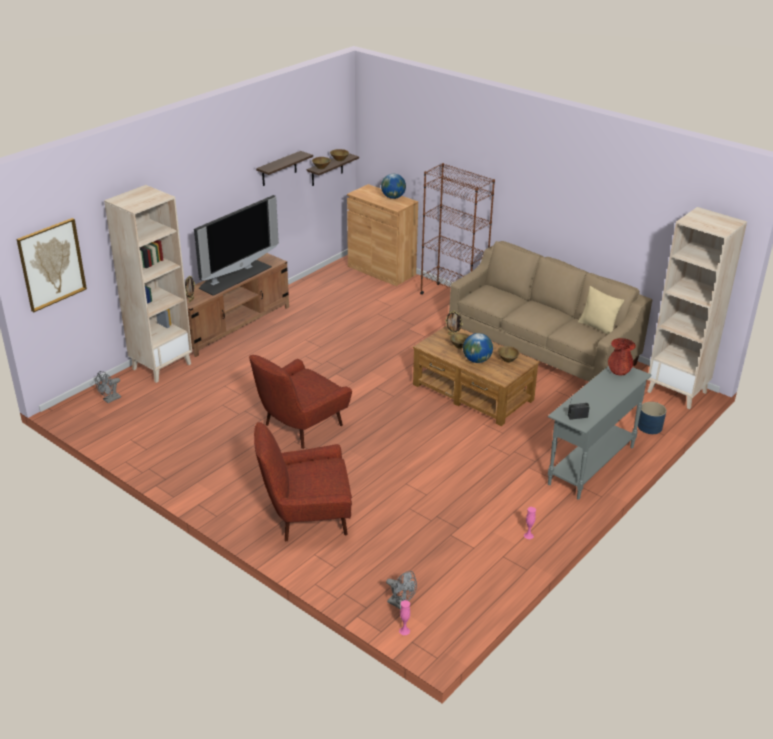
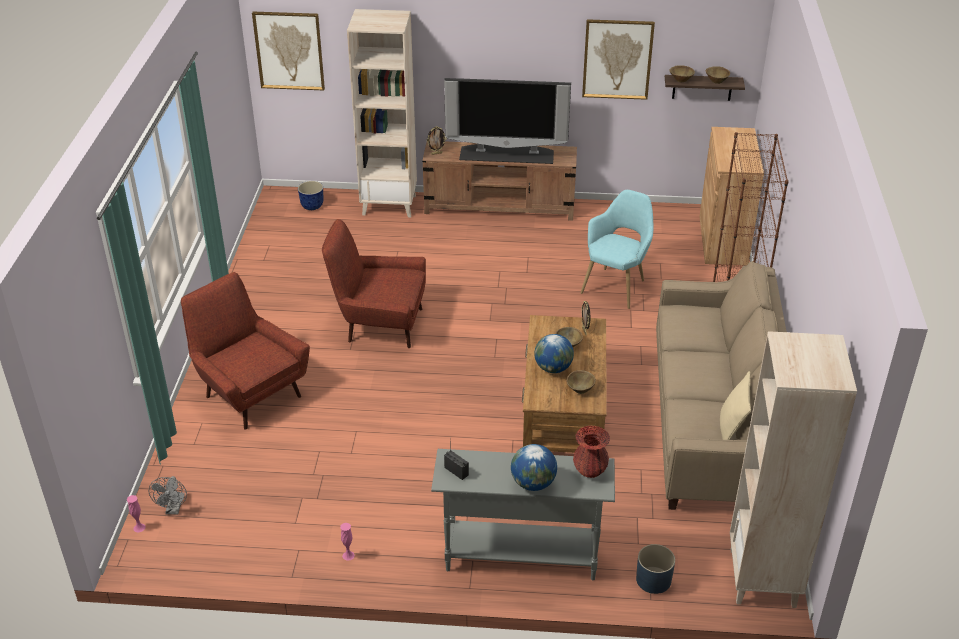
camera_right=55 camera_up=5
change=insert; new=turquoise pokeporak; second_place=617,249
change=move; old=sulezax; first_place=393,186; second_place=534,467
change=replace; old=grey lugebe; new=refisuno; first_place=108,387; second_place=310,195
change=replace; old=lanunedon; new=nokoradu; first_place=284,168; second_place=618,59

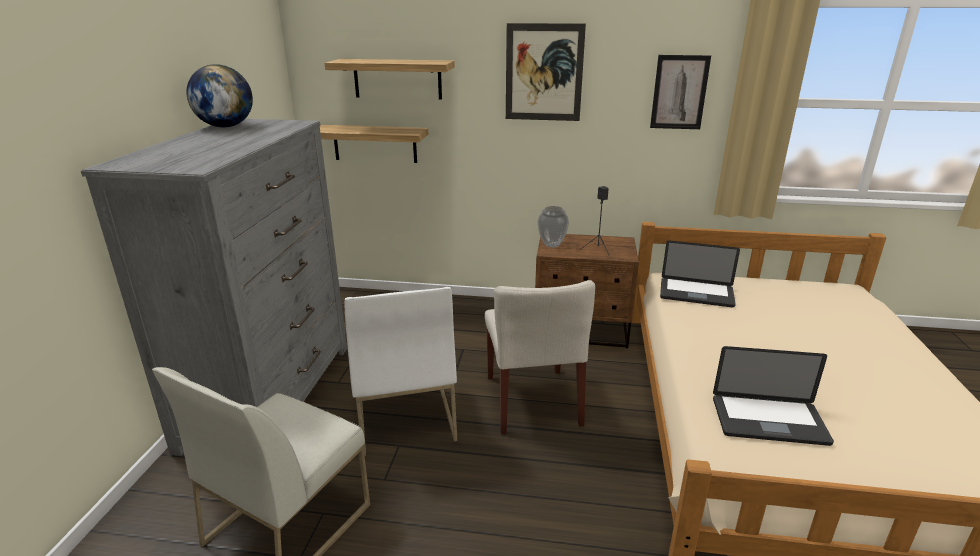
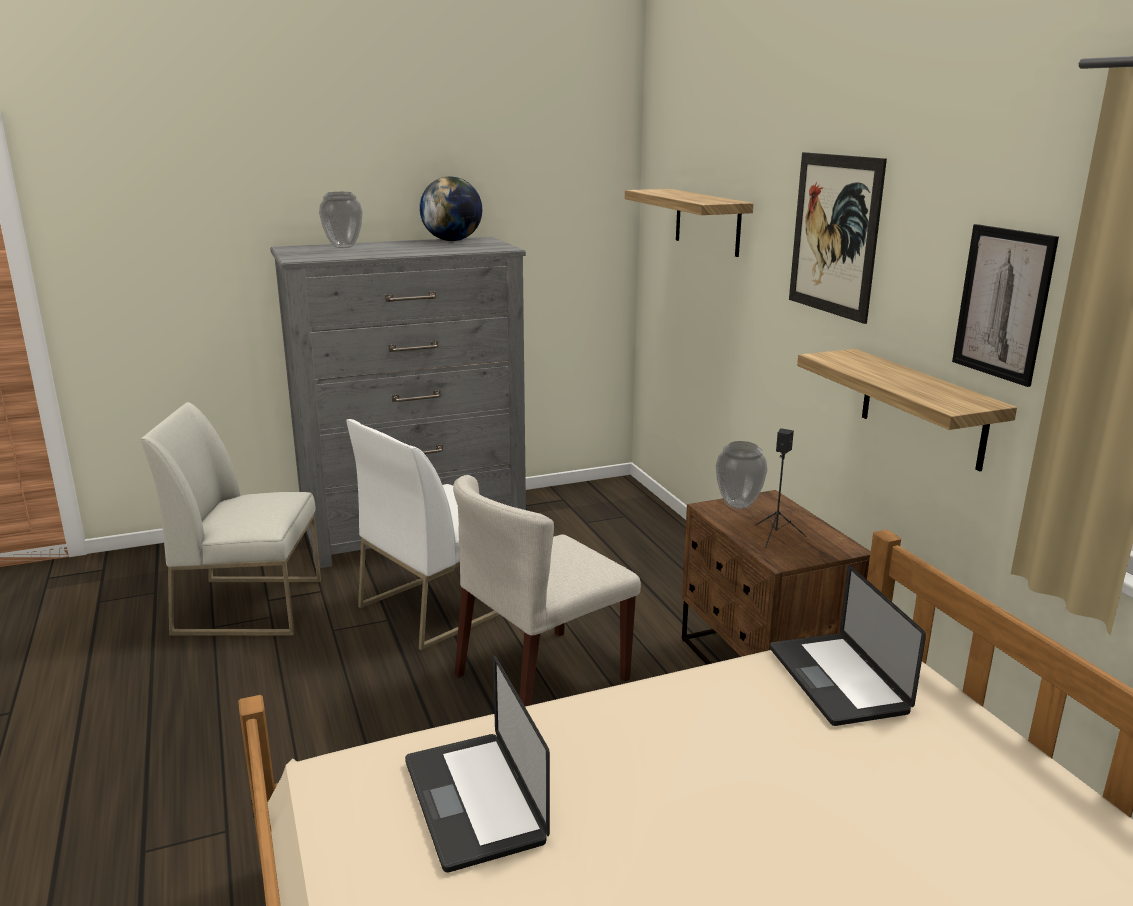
camera_right=60 camera_up=-5
change=insert; new=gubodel; second_place=341,220
change=move; old=lanunedon; first_place=374,144; second_place=907,410

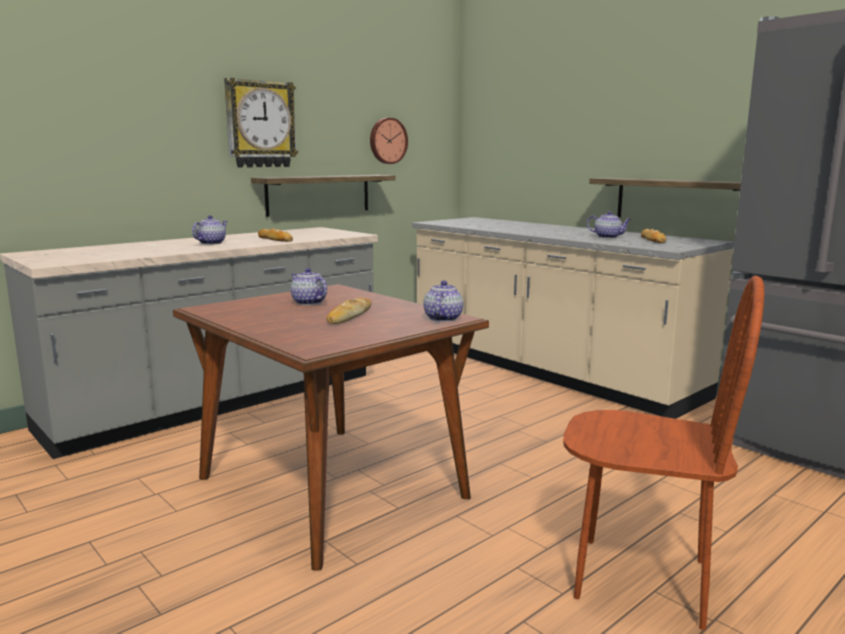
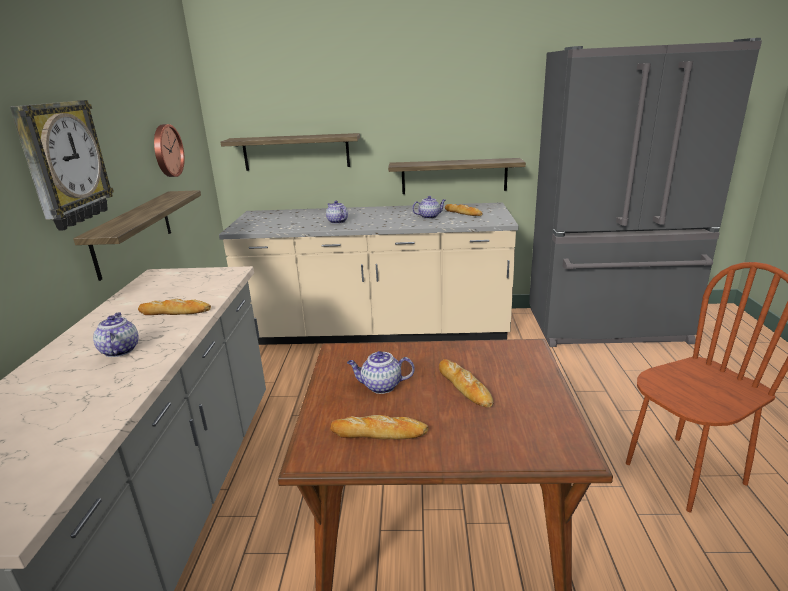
camera_right=-45 camera_up=10
change=insert; new=lanunedon; second_place=290,152
change=insert; new=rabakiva; second_place=379,427
change=move; old=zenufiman; first_place=443,301; second_place=337,212

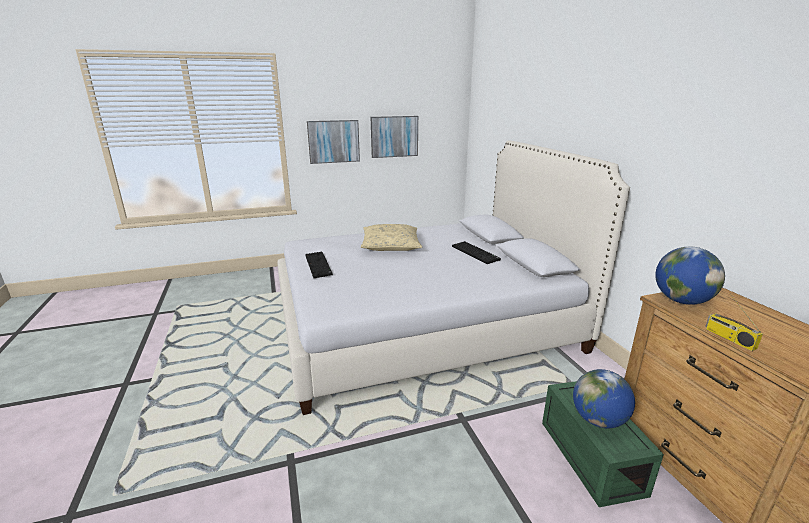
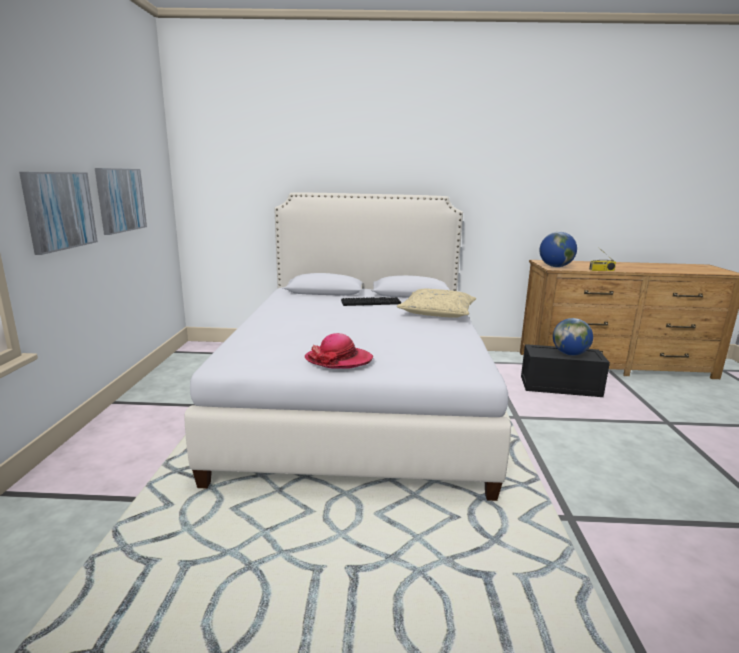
camera_right=-70 camera_up=-5
change=move; old=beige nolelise; first_place=391,237; second_place=436,303
change=replace; old=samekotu; new=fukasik; first_place=319,264; second_place=339,351
change=recolor; old=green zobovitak; new=black zobovitak; first_place=603,444; second_place=565,370

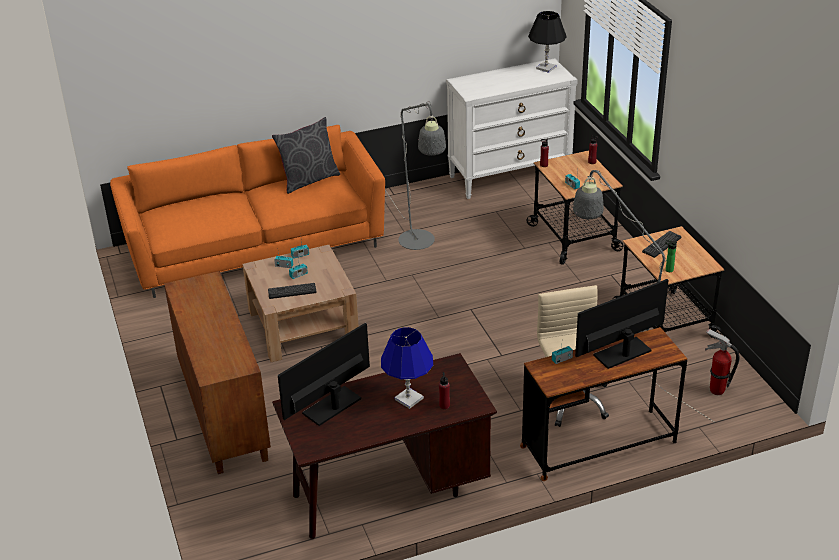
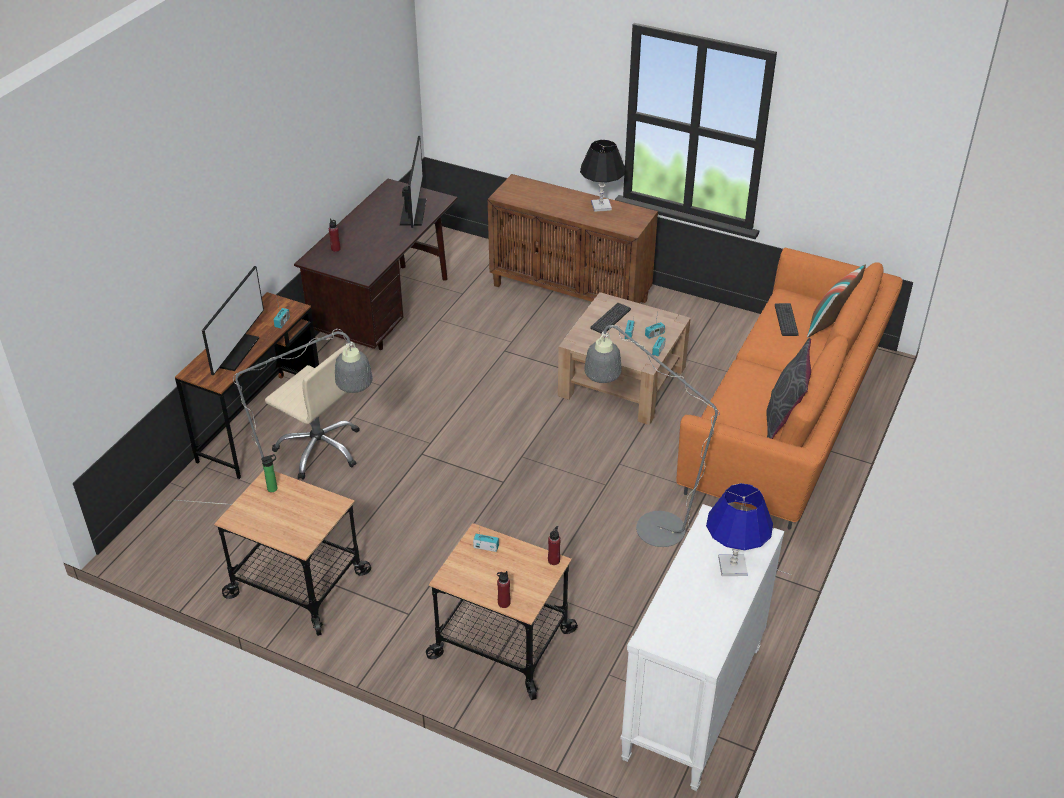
camera_right=135 camera_up=5
change=delete; old=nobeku; first_place=722,362
change=insert; new=nolelise; second_place=836,301
change=move; old=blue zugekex; first_place=407,368; second_place=739,529
change=move; old=black zugekex; first_place=547,42; second_place=602,176
change=move; old=samekotu; first_place=662,244; second_place=787,319

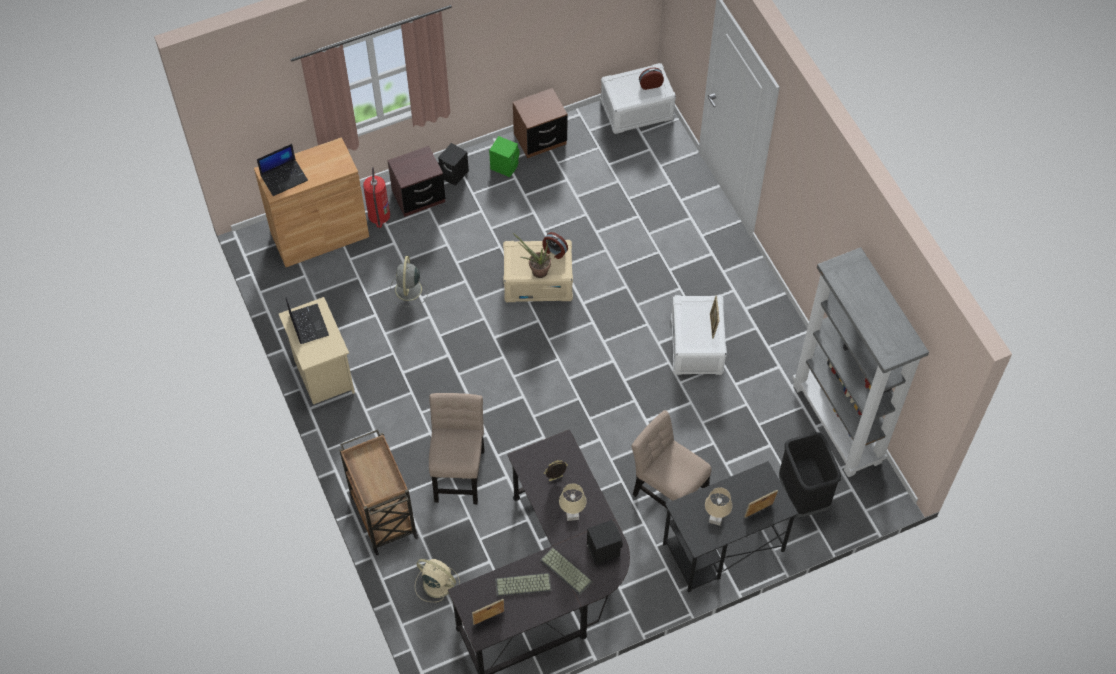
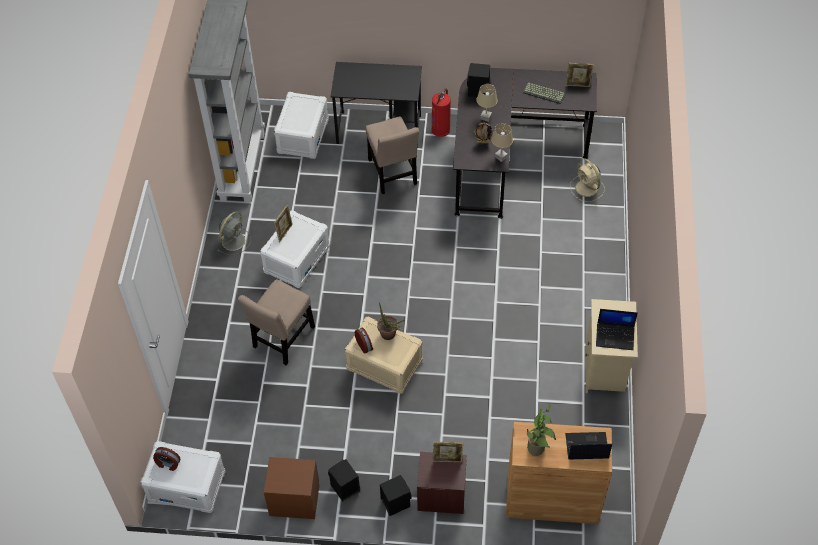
camera_right=-150 camera_up=-5
change=delete; old=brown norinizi; first_place=379,492
change=delete; old=samekotu; first_place=566,571
change=insert; new=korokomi; second_place=541,430
change=move; old=nobeku; first_place=376,197; second_place=441,112
change=move; old=grey lugebe; first_place=408,281; second_place=234,233
change=move; old=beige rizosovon; first_place=456,448; second_place=276,322
change=move; old=beige zugekex; first_place=718,506; second_place=502,142
change=move; old=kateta; first_place=761,504; second_place=447,452
change=replace; old=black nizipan; new=white zobovitak; first_place=810,474; second_place=301,125
change=recolor; old=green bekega; new=black bekega; first_place=504,156; second_place=344,480
change=rotate; old=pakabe; first_place=307,321; second_place=617,329; degrees=-90

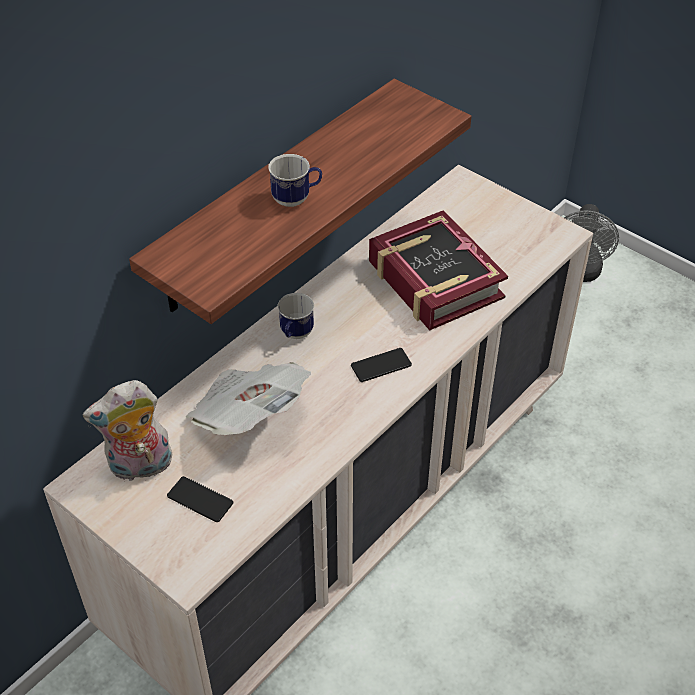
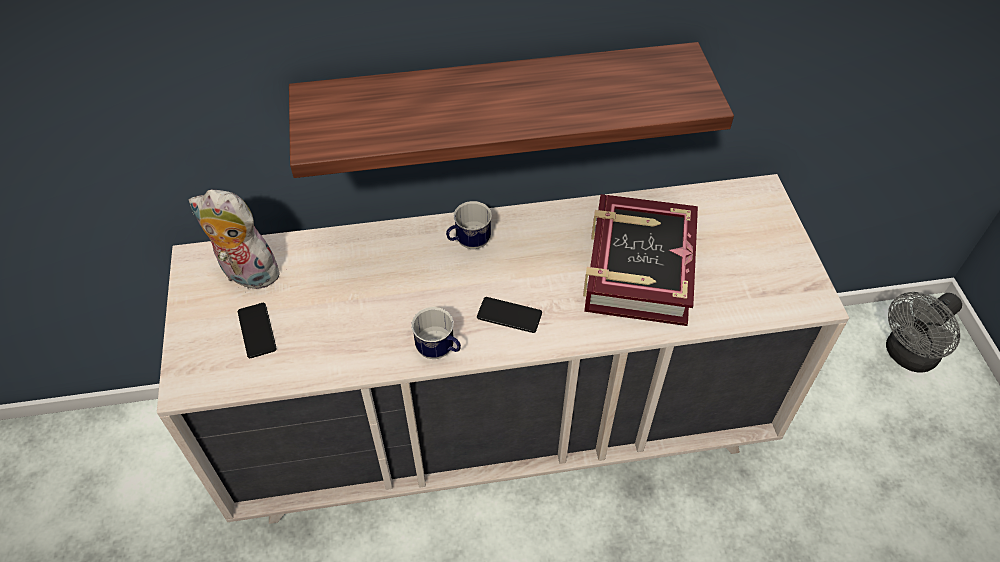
camera_right=40 camera_up=5
change=delete; old=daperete; first_place=248,398
change=move; old=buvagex; first_place=295,180; second_place=436,333

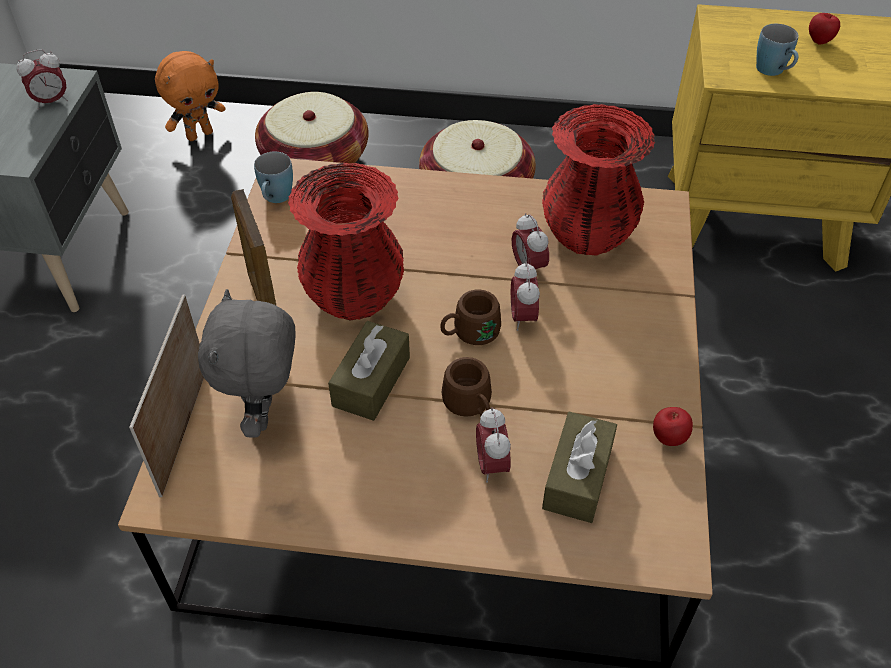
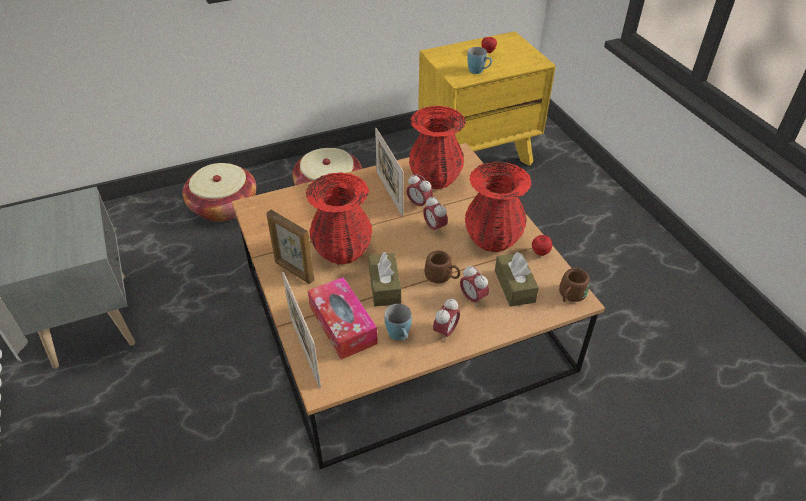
camera_right=-30 camera_up=-5
change=delete; old=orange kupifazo; first_place=190,96
change=insert; new=kateta; second_place=389,172
change=insert; new=red gubodel; second_place=498,206
change=move; old=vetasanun; first_place=42,79; second_place=446,319
change=move; old=blue buvagex; first_place=273,177; second_place=398,322
change=move; old=brown buvagex; first_place=470,317; second_place=574,285
change=replace; old=grey kupifazo; new=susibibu; first_place=246,363; second_place=343,318

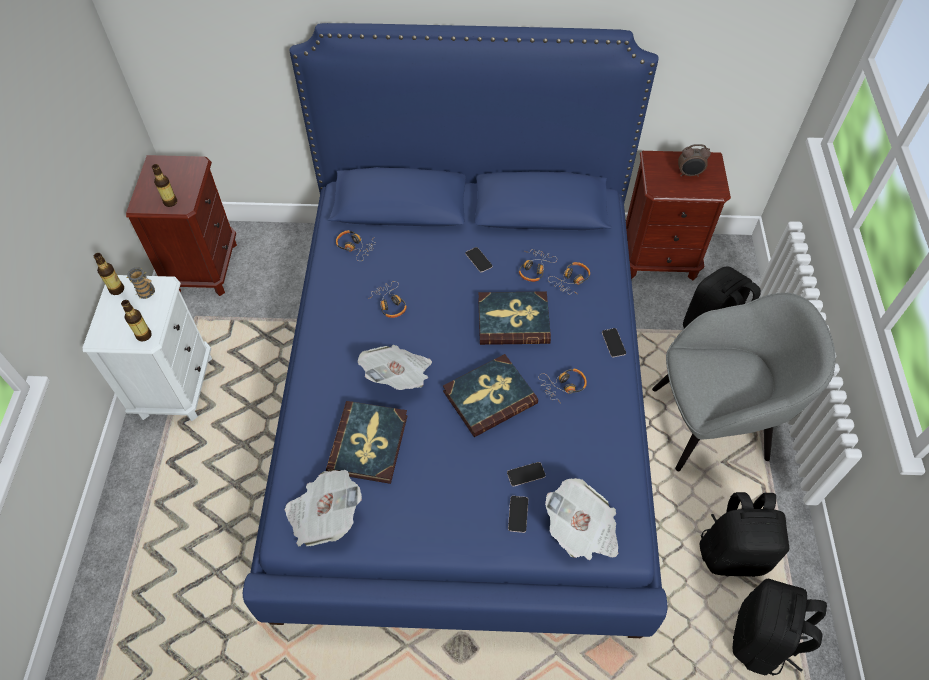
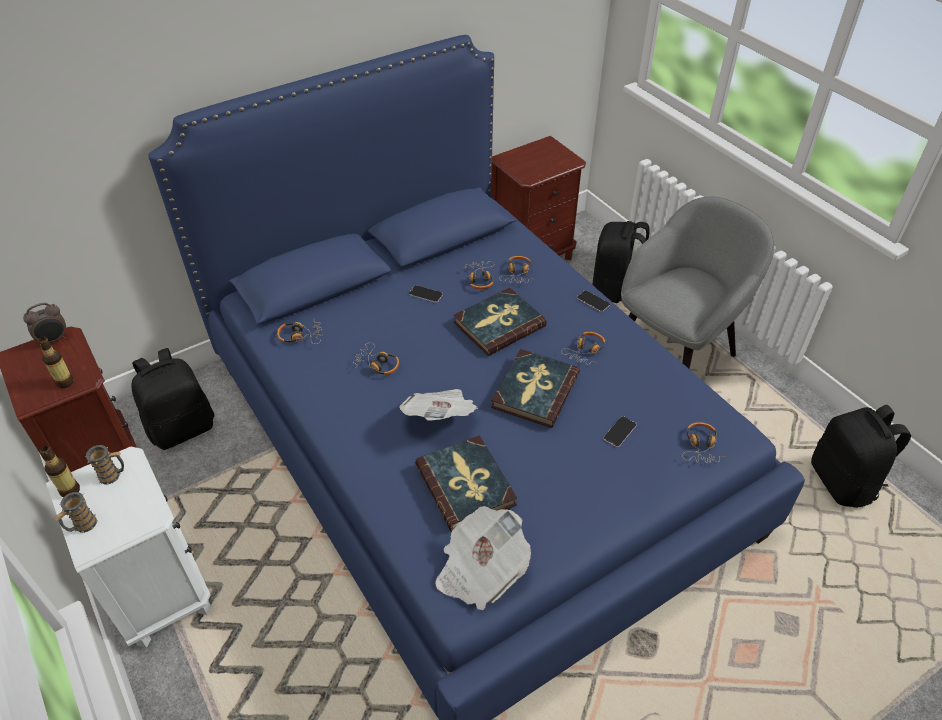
camera_right=-35 camera_up=-10
change=delete; old=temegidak; first_place=136,321
change=delete; old=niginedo; first_place=518,514
change=insert; new=buvagex; second_place=76,512
change=move; old=vetasanun; first_place=694,160; second_place=44,323
change=move; old=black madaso; first_place=744,534; second_place=173,399
change=replace; old=daperete; new=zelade; first_place=581,519; second_place=703,442

